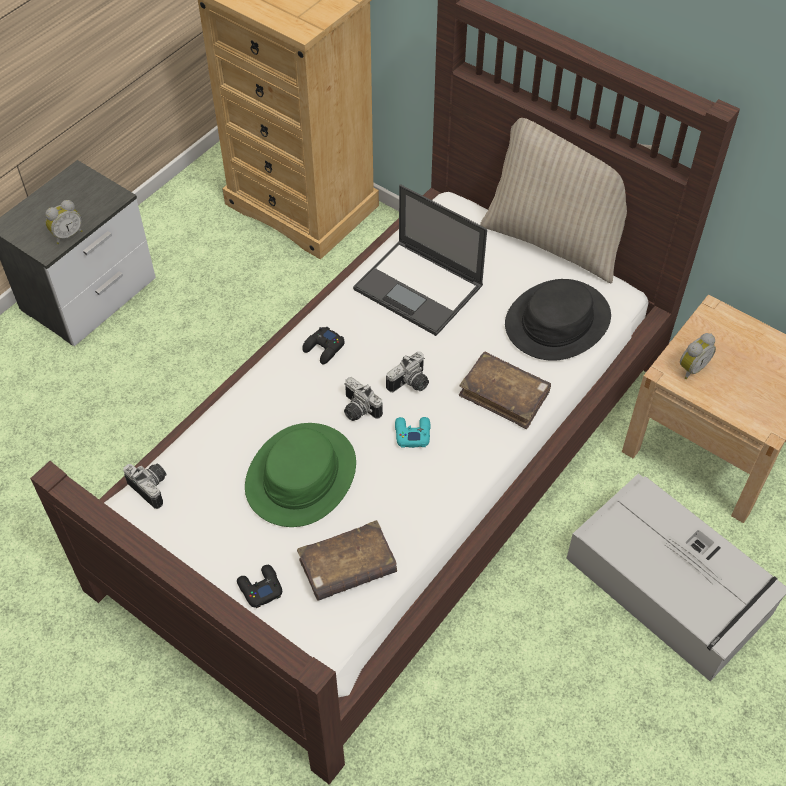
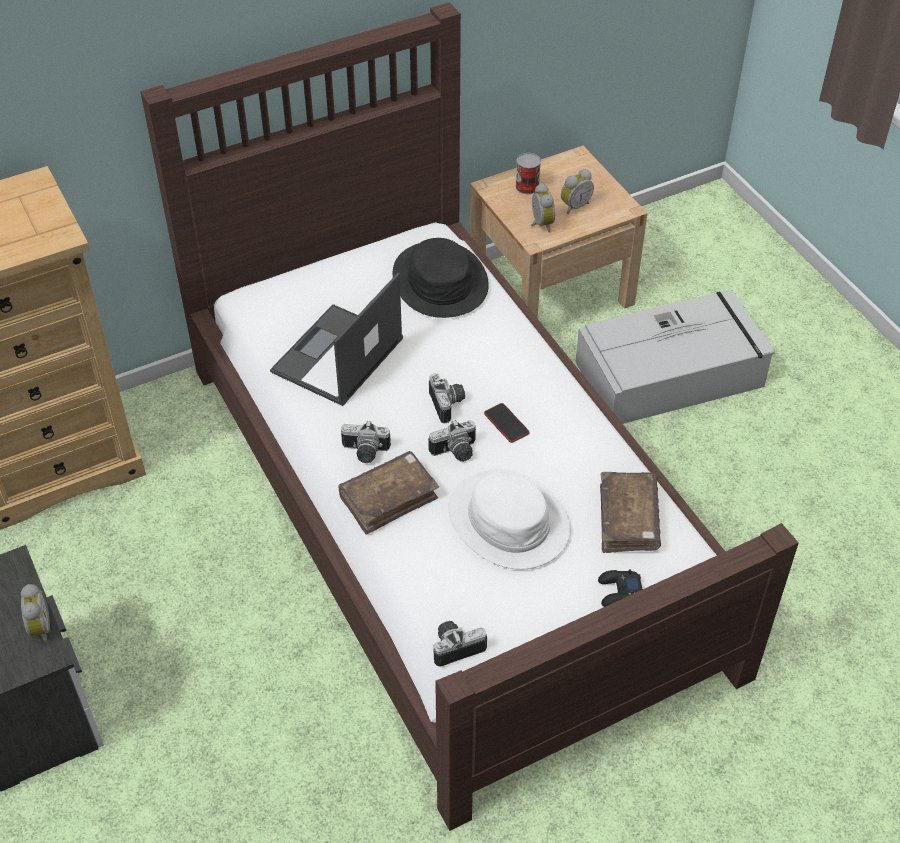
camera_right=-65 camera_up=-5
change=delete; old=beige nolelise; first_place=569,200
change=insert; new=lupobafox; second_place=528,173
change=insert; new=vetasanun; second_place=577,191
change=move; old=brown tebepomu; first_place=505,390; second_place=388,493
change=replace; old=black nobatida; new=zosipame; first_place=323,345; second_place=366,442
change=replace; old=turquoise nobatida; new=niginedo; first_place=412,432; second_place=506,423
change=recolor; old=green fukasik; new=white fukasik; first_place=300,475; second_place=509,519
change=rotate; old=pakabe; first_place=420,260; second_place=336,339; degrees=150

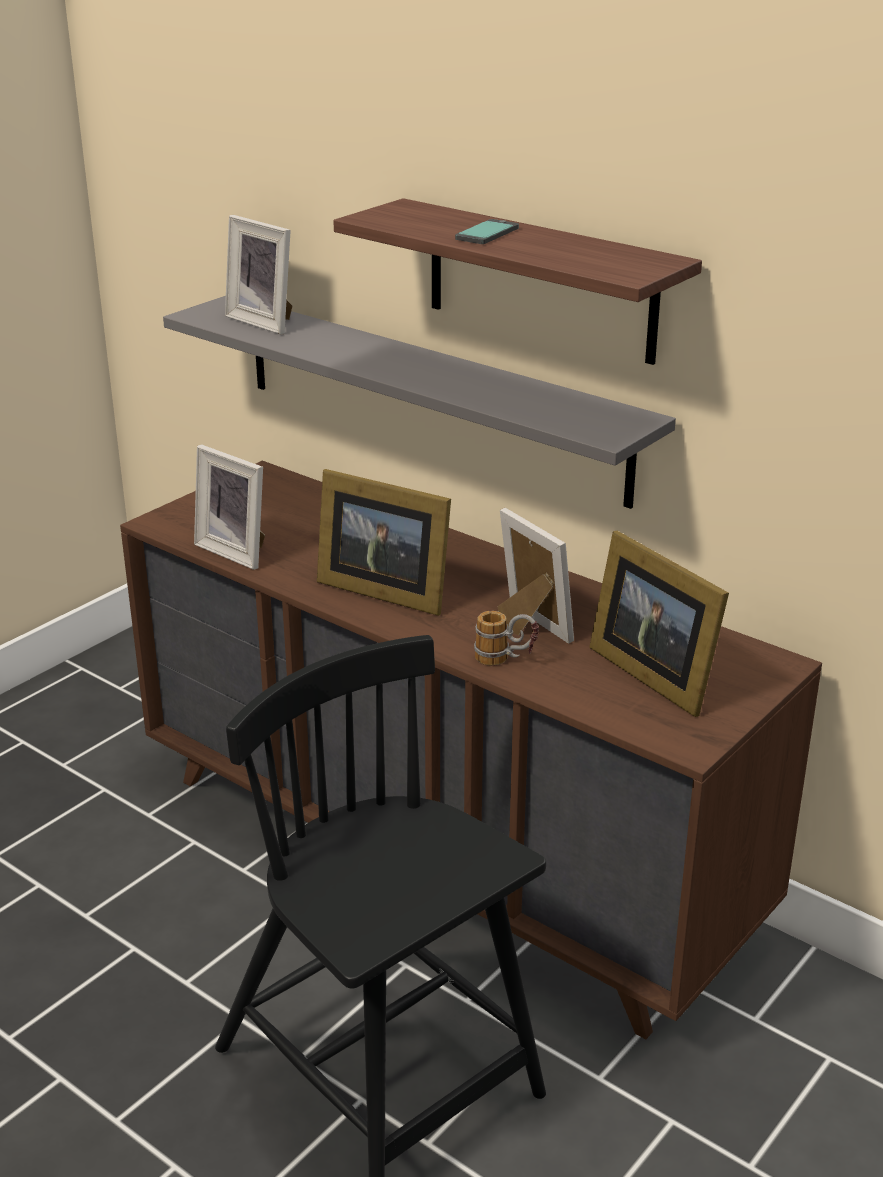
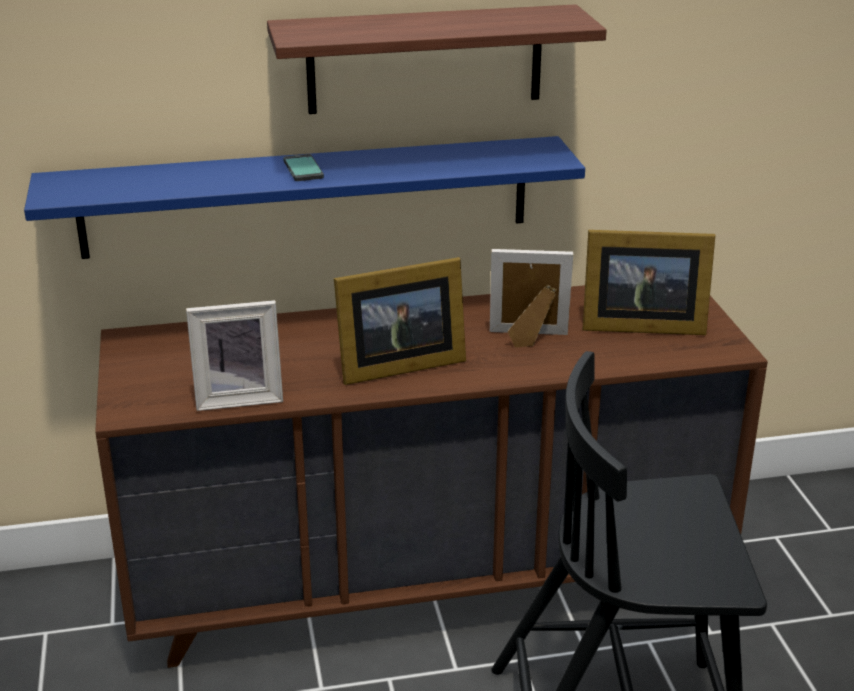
camera_right=-50 camera_up=0
change=delete; old=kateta; first_place=259,274
change=delete; old=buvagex; first_place=506,638
change=move; old=niginedo; first_place=487,231; second_place=303,167
change=recolor; old=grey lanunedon; new=blue lanunedon; first_place=419,402; second_place=304,197

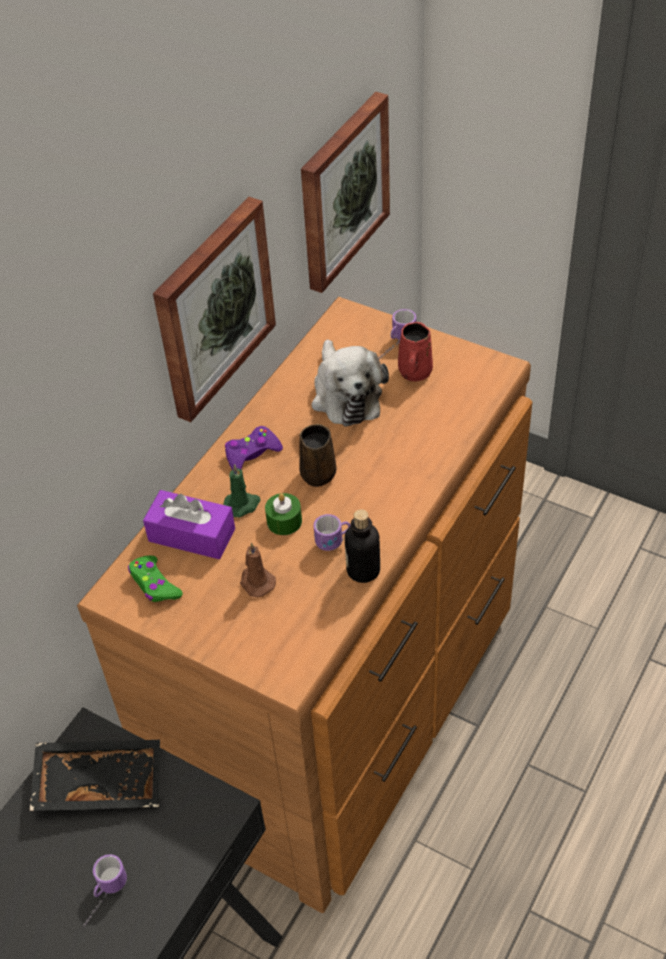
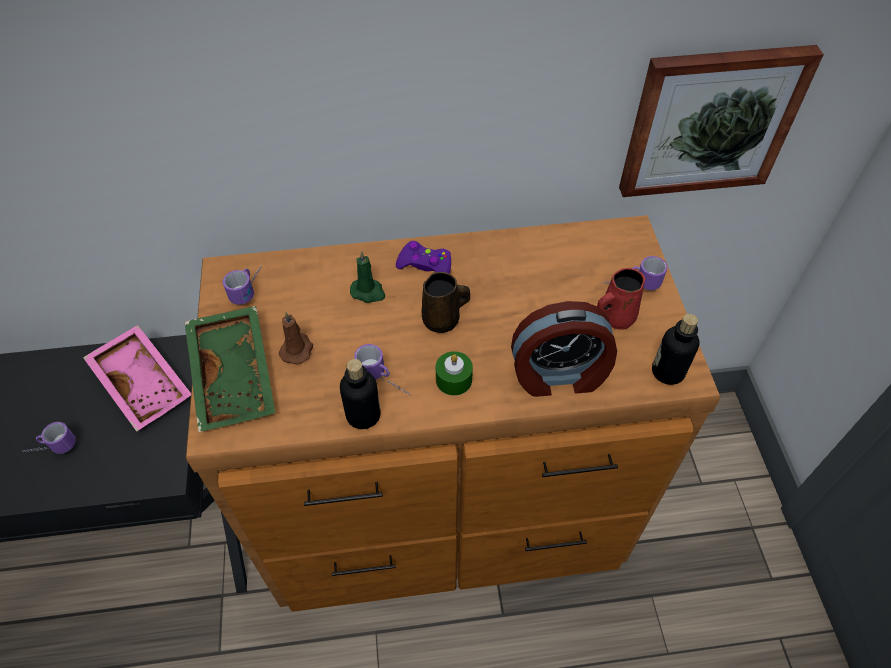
camera_right=50 camera_up=5
change=delete; old=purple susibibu; first_place=189,524
change=delete; old=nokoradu; first_place=214,309
change=delete; old=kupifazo; first_place=350,383
change=insert; new=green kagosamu; second_place=229,369
change=insert; new=vetasanun; second_place=564,349
change=insert; new=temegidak; second_place=676,349
change=move; old=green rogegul; first_place=283,514; second_place=454,373
change=replace; old=green nobatida; new=buvagex; first_place=155,579; second_place=242,285
change=recolor; old=black kagosamu; new=pink kagosamu; first_place=95,775; second_place=137,378

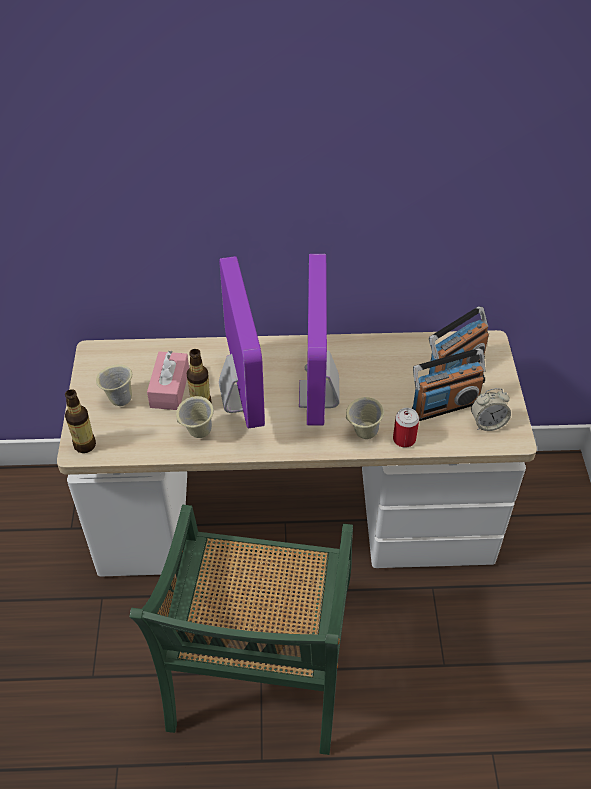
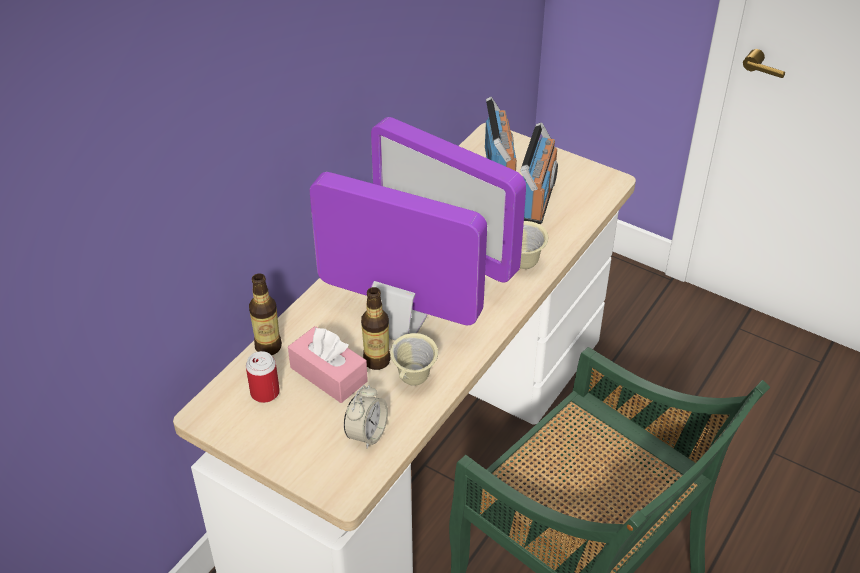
camera_right=-55 camera_up=-5
change=delete; old=beige buvagex; first_place=114,385
change=move; old=temegidak; first_place=80,421; second_place=265,314
change=move; old=lupobafox; first_place=406,428; second_place=263,377
change=move; old=vetasanun; first_place=491,409; second_place=366,417

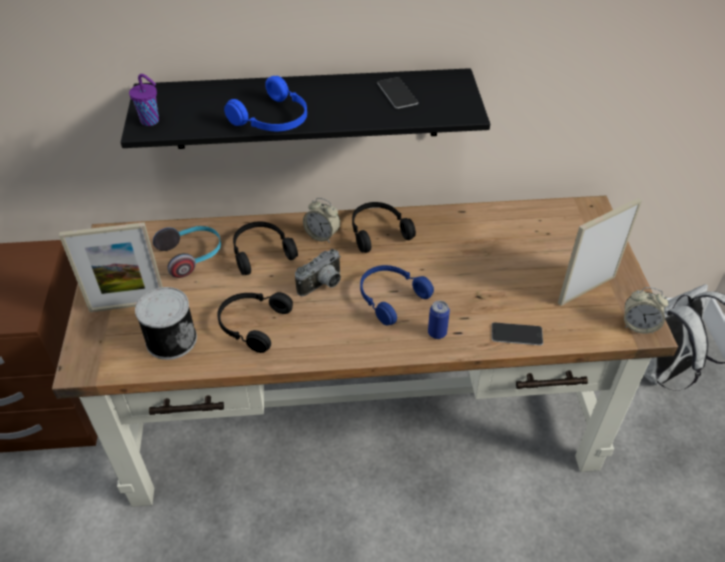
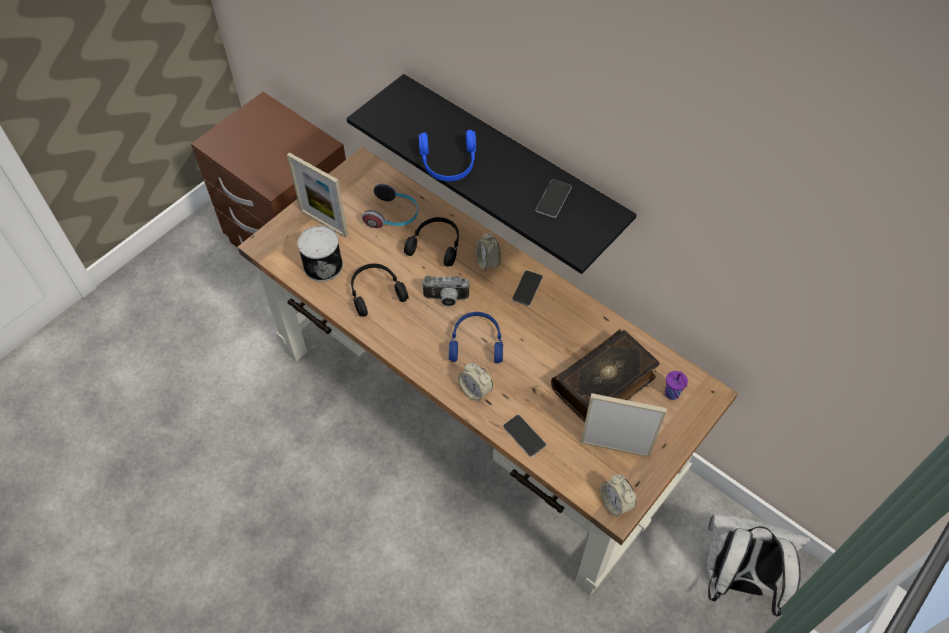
camera_right=45 camera_up=10
change=insert; new=tebepomu; second_place=605,375
change=move; old=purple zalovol; first_place=144,100; second_place=676,385
change=replace; old=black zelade; new=niginedo; first_place=384,227; second_place=527,288
change=replace; old=lupobafox; new=vetasanun; first_place=439,320; second_place=475,382

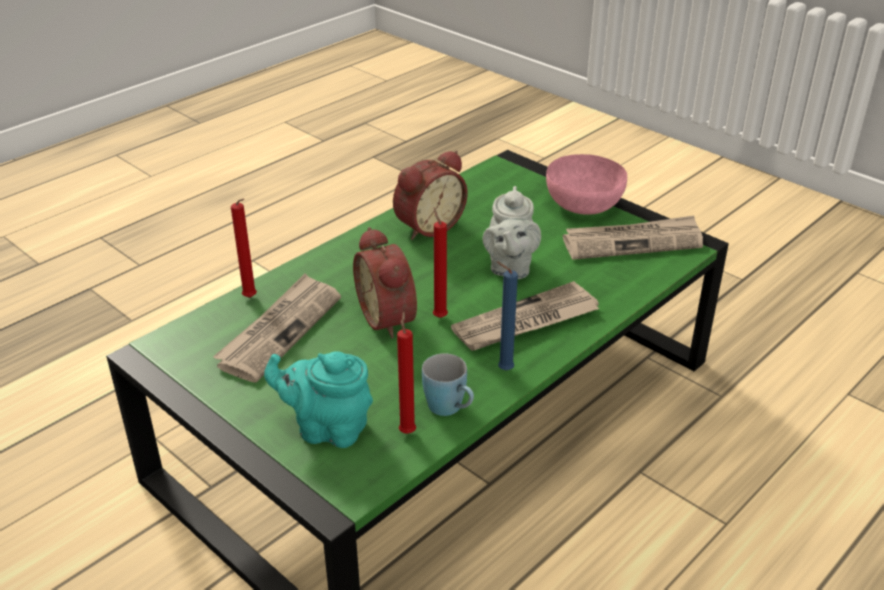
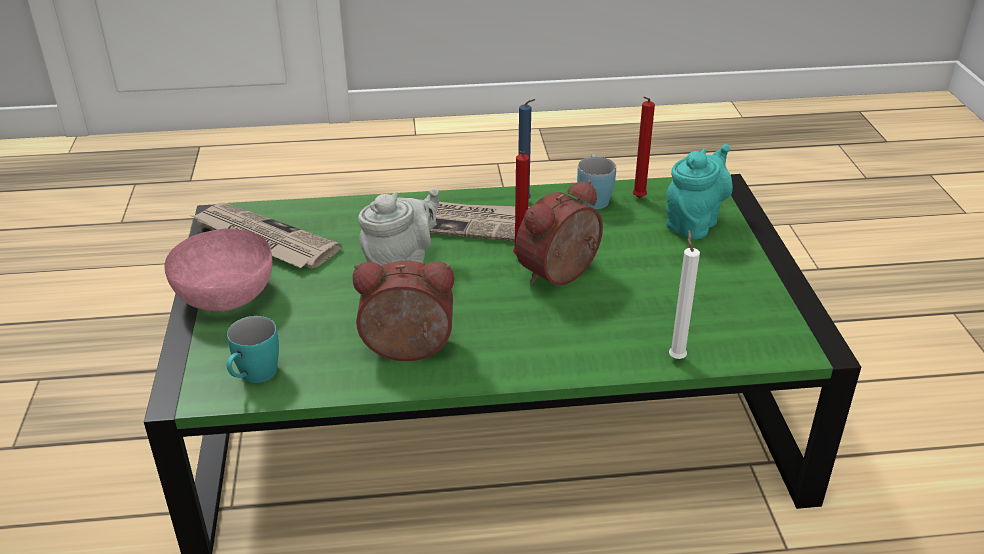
camera_right=-140 camera_up=0
change=delete; old=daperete; first_place=277,327
change=insert; new=turquoise buvagex; second_place=253,349
change=recolor; old=red rogegul; new=white rogegul; first_place=244,248; second_place=684,294
change=rotate; old=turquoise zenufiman; first_place=318,399; second_place=699,191; degrees=-105
change=rotate; old=vetasanun; first_place=385,282; second_place=559,233; degrees=-150

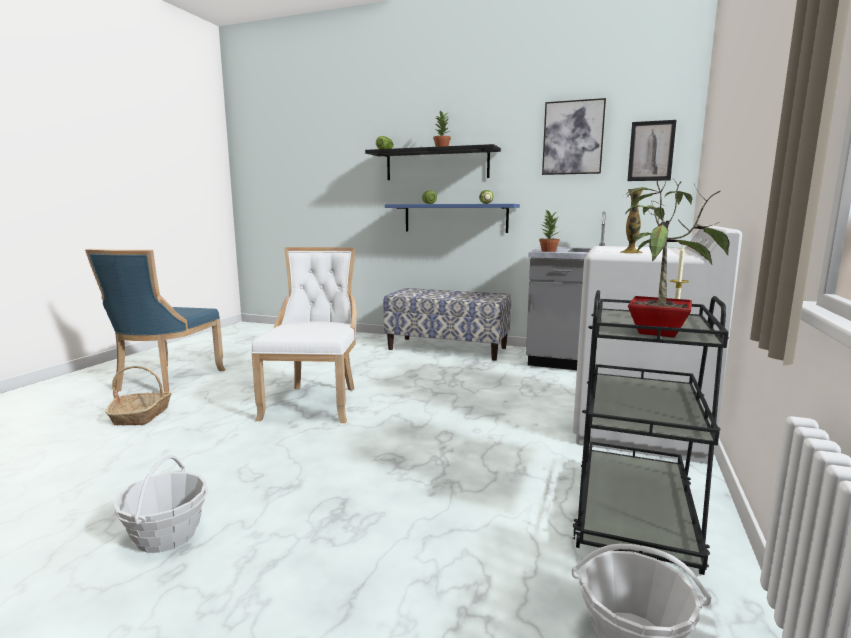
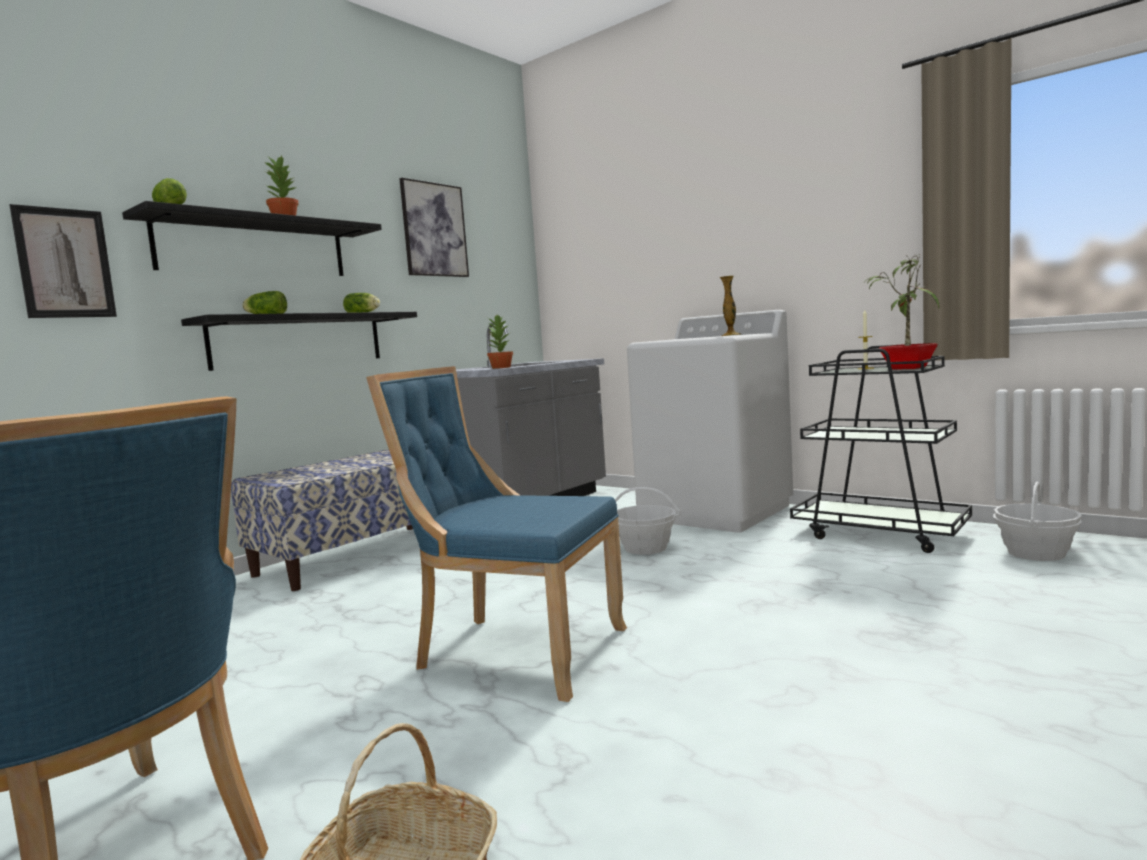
camera_right=-70 camera_up=-5
change=move; old=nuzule; first_place=160,504; second_place=648,521
change=move; old=nokoradu; first_place=652,150; second_place=63,261
change=recolor; old=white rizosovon; new=blue rizosovon; first_place=304,335; second_place=496,534
change=recolor; old=blue lanunedon; new=black lanunedon; first_place=452,218; second_place=299,341

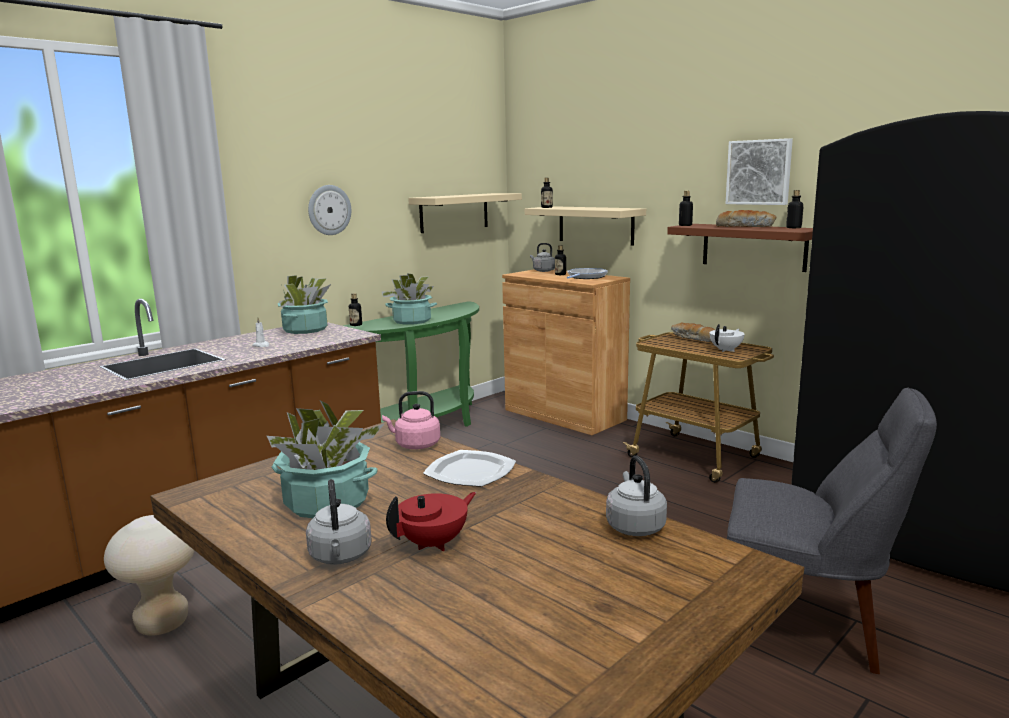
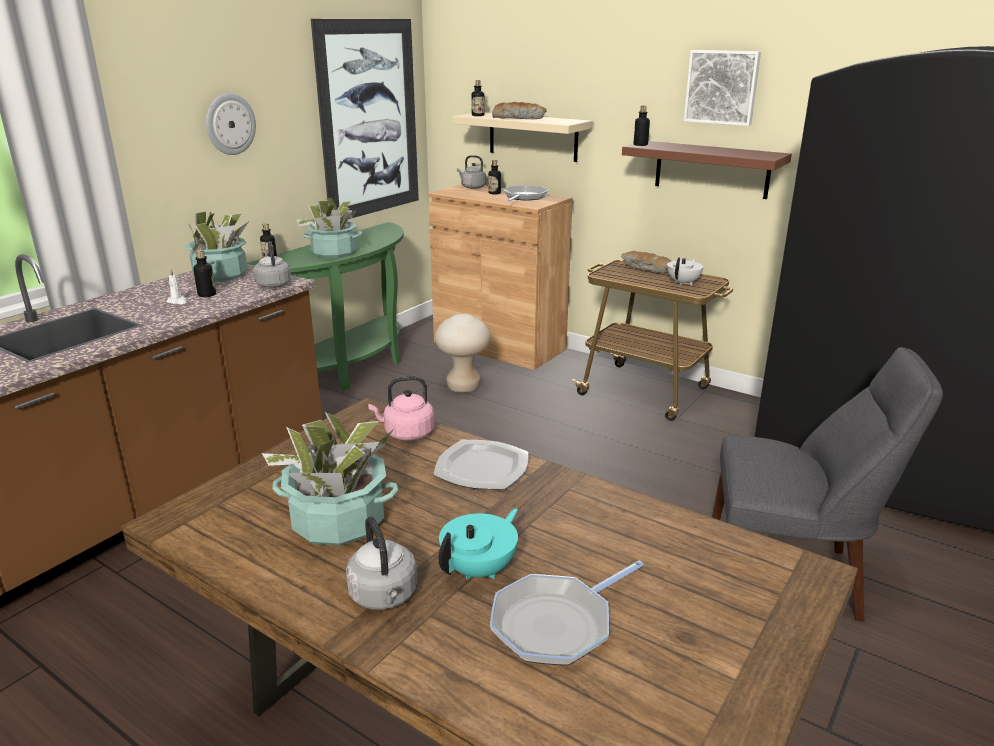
camera_right=-10 camera_up=10
change=insert; new=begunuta; second_place=567,613
change=move; old=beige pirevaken; first_place=149,575; second_place=462,353
change=move; old=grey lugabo; first_place=636,496; second_place=272,264
change=move; old=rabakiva; first_place=746,218; second_place=519,110
change=move; old=temegidak; first_place=794,209; second_place=204,273
change=replace; old=beige lanunedon; new=nokoradu; first_place=465,213; second_place=365,119
change=recolor; old=red zenufiman; new=turquoise zenufiman; first_place=431,521; second_place=478,544

